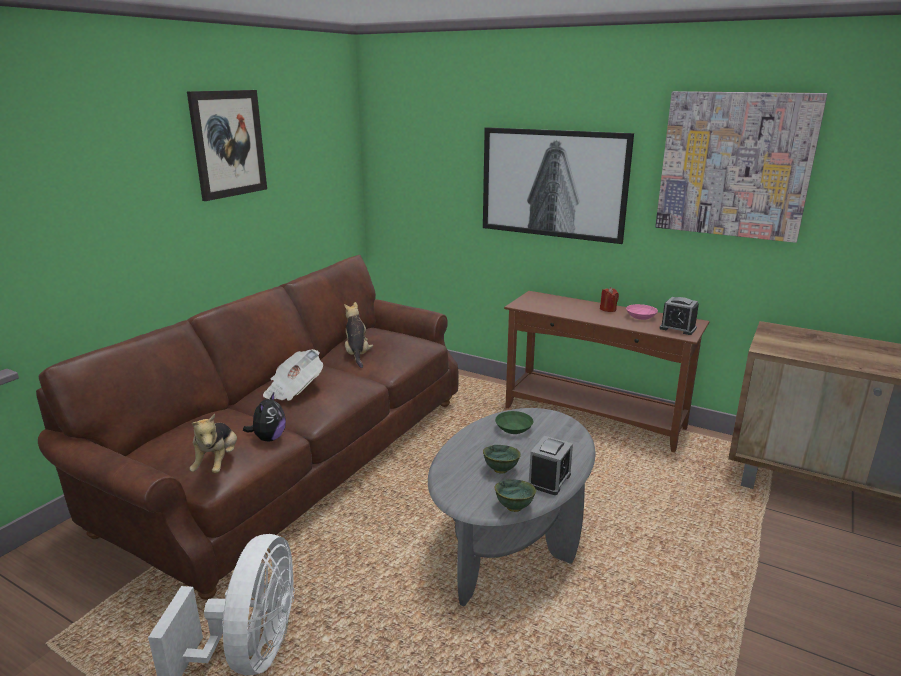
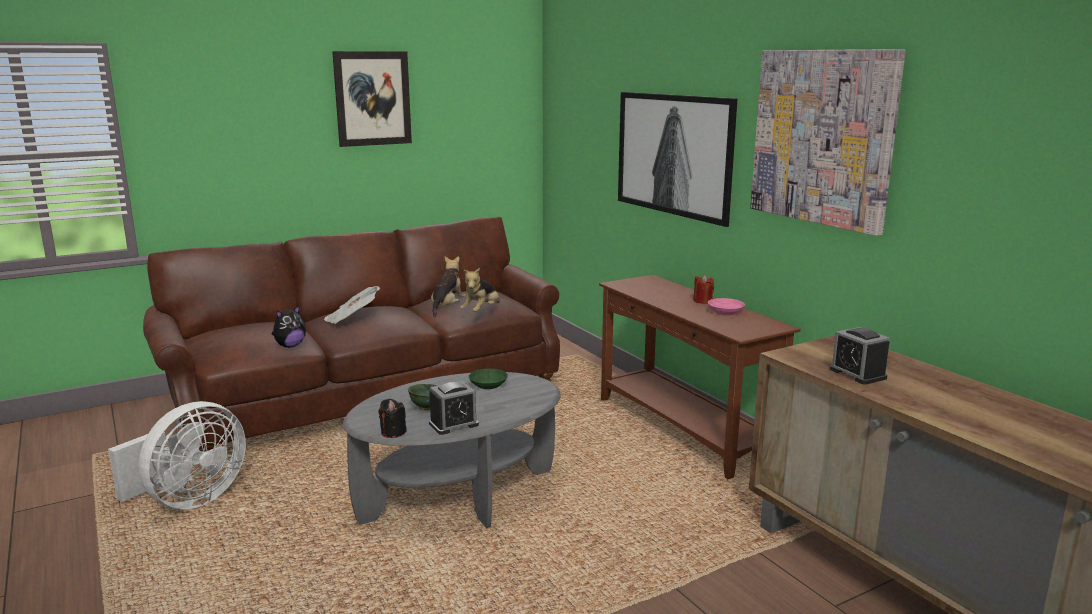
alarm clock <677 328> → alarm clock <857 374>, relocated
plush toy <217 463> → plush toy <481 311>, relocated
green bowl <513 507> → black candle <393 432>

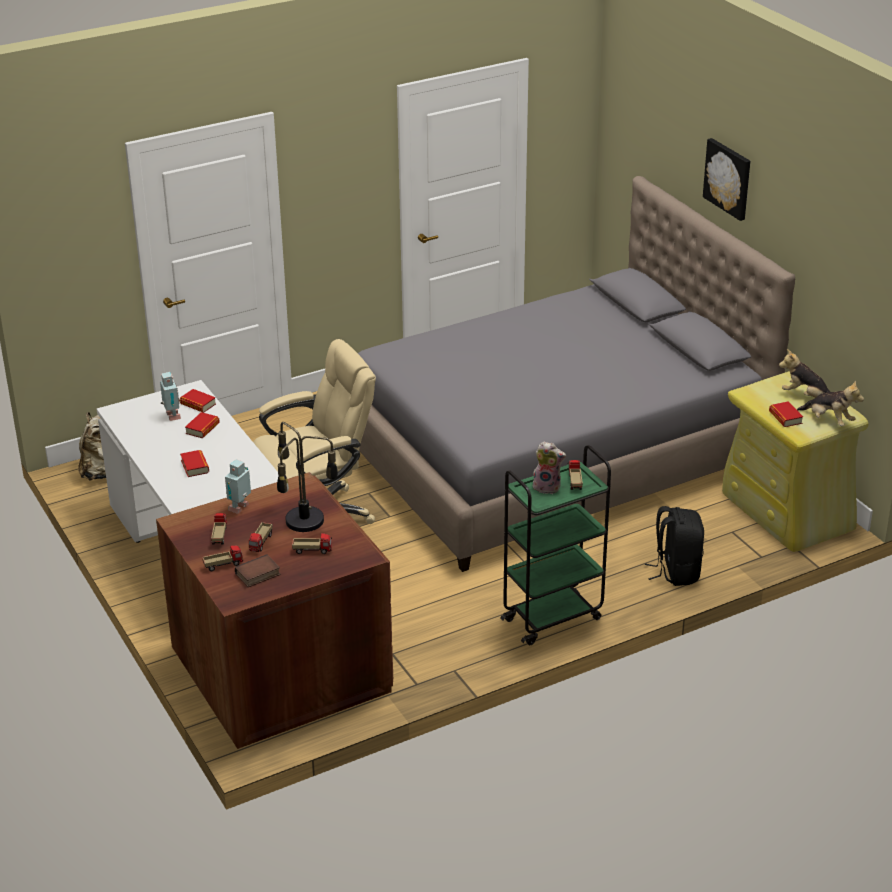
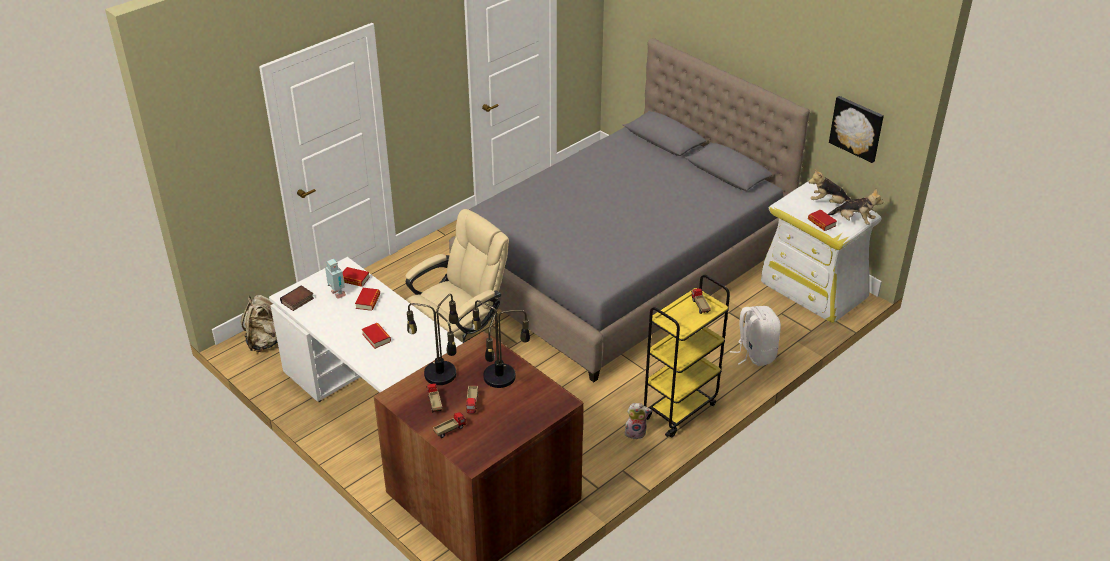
picture <728 178> → picture <857 128>, relocated
yellow nightstand <787 511> → white nightstand <813 290>
plush toy <547 487> → plush toy <636 432>, relocated
green cart <552 621> → yellow cart <680 413>
toy robot <240 508> → table lamp <441 374>
black backpack <676 572> → white backpack <754 354>
toy truck <312 550> → -
book <257 575> → book <297 301>, relocated

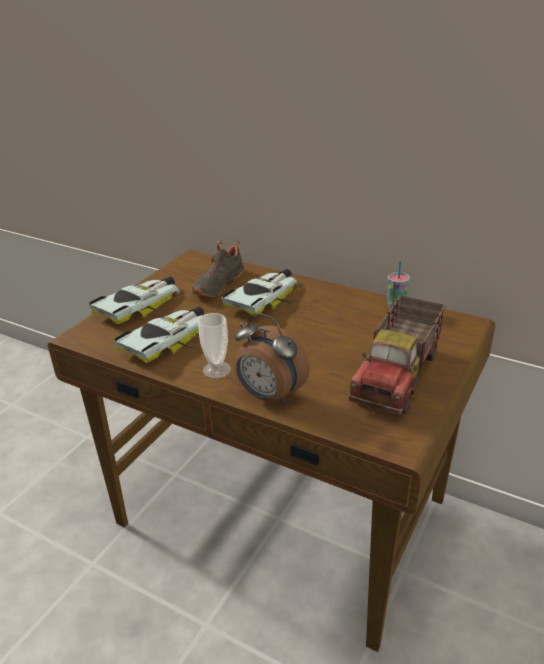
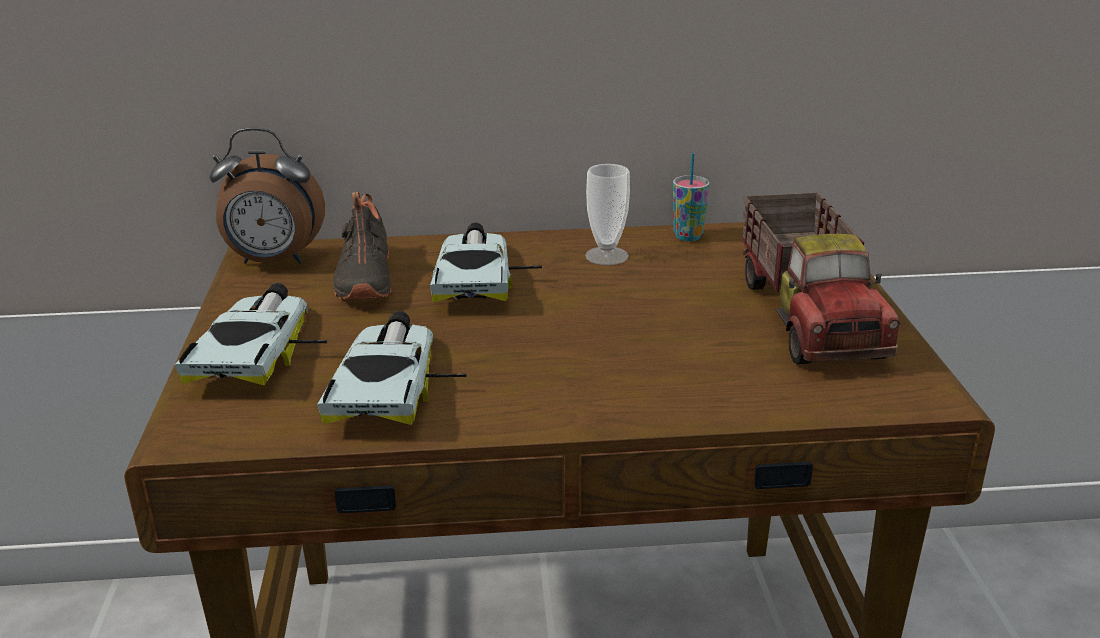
cup <216 370> → cup <606 256>, relocated
alarm clock <269 396> → alarm clock <273 262>, relocated

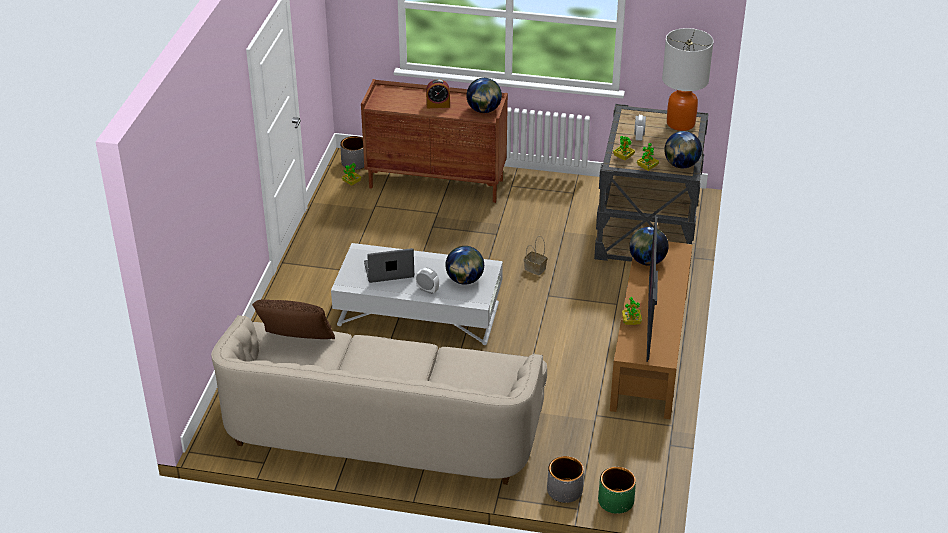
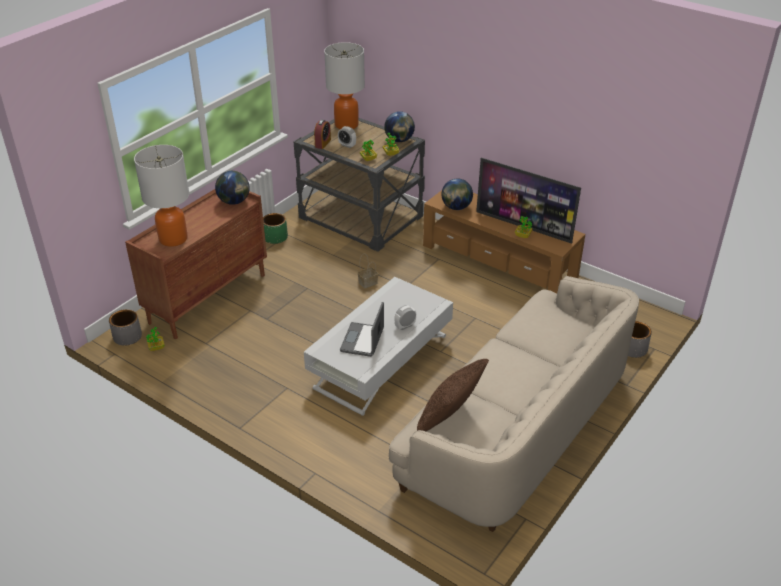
alarm clock <438 105> → alarm clock <323 143>, relocated
globe <465 280> → -
green planter <616 501> → green planter <275 237>, relocated
- → table lamp <173 239>

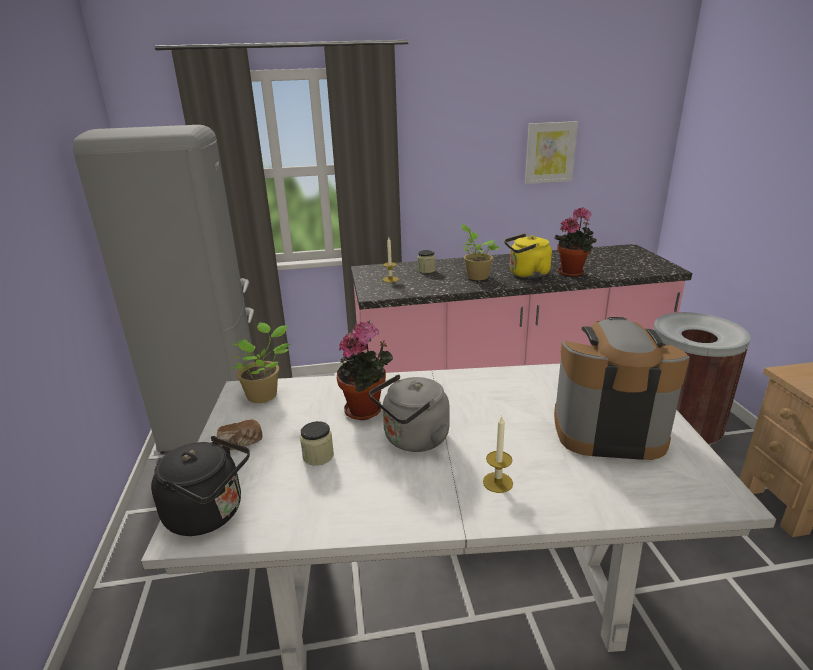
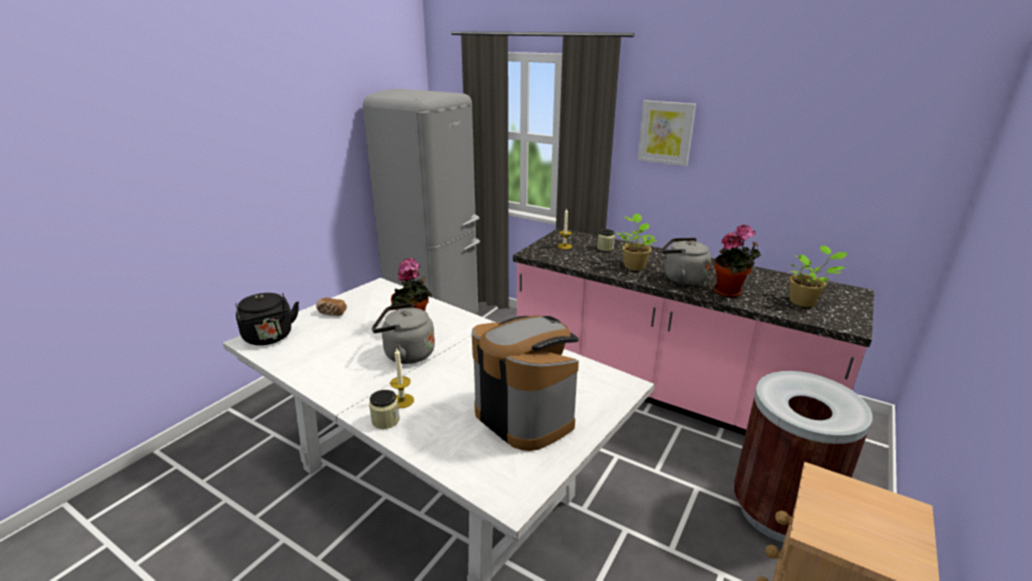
picture <550 152> → picture <666 132>, relocated
yellow kettle <526 274> → grey kettle <681 279>
potted plant <264 395> → potted plant <804 302>, relocated
jar <318 456> → jar <385 420>, relocated

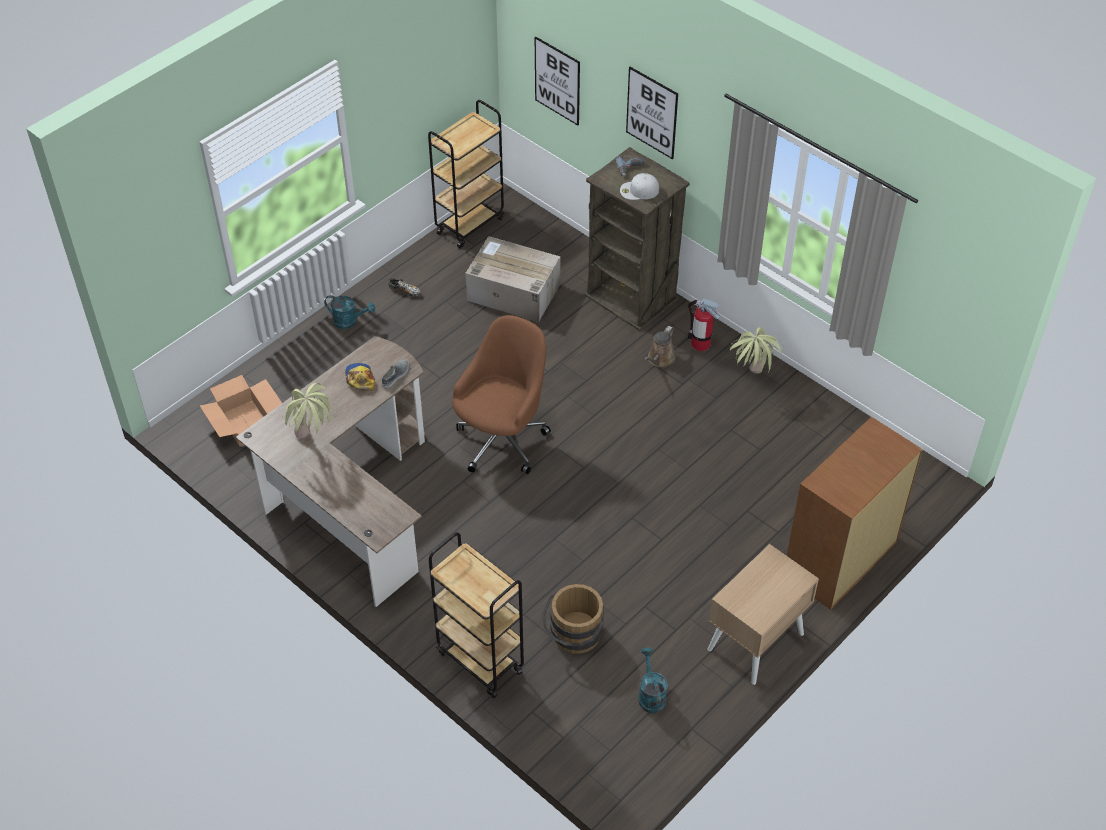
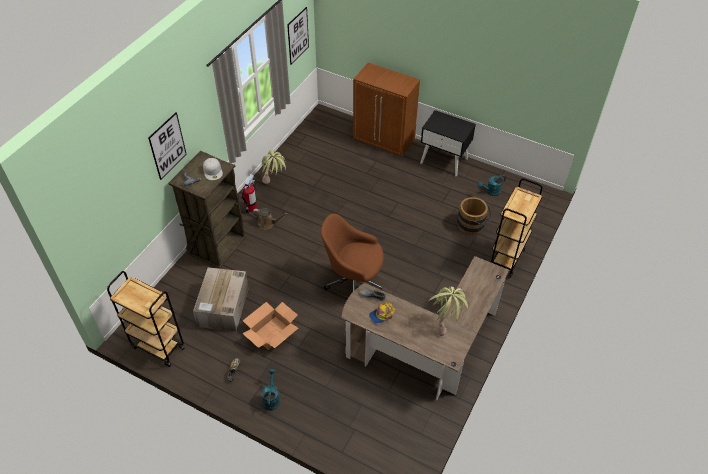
picture <557 81> → picture <298 36>, relocated
cardboard box <246 422> → cardboard box <271 333>, relocated
beige nightstand <755 642> → black nightstand <444 160>

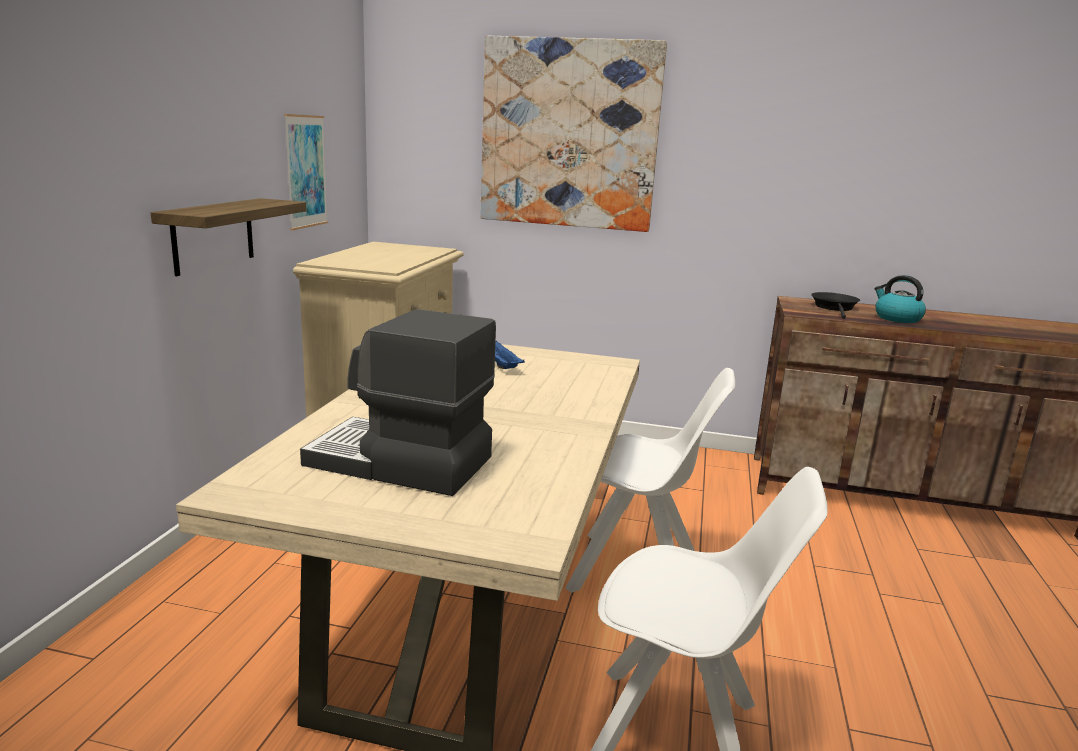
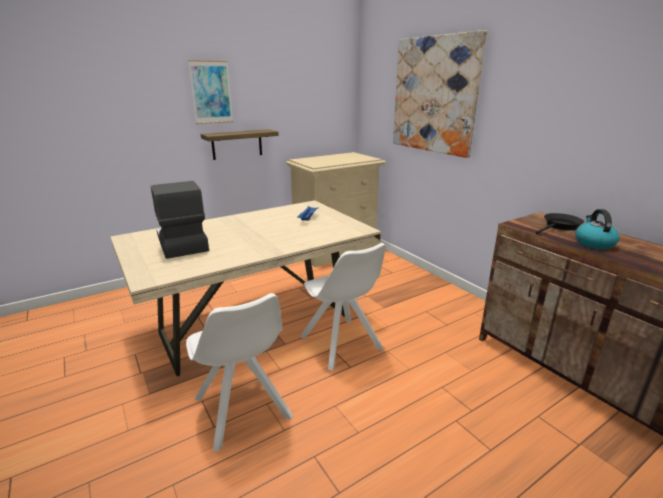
picture <306 171> → picture <211 92>, relocated

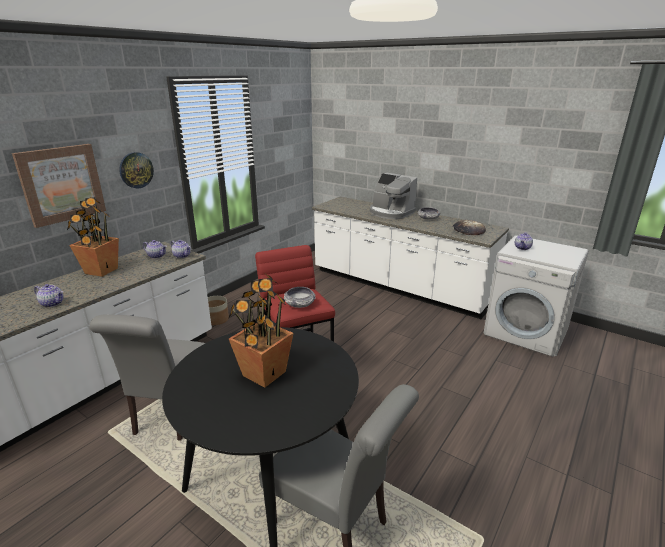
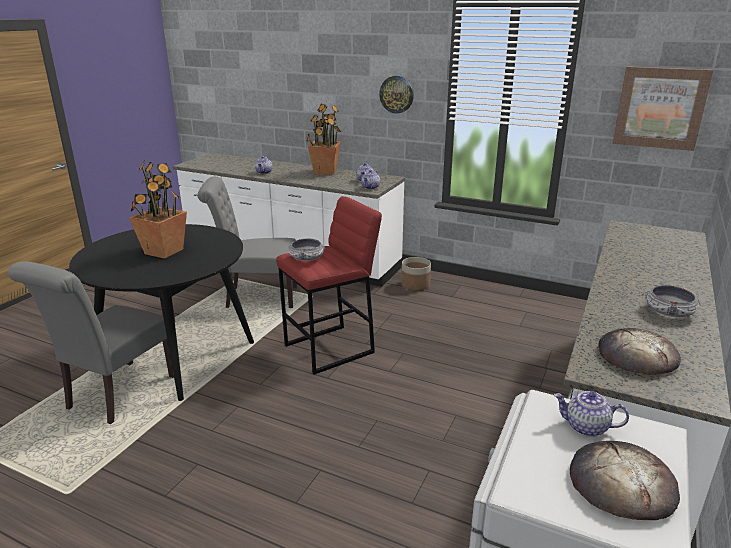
picture <61 184> → picture <660 108>, relocated
coffee machine <390 213> → -
- → bread <621 483>

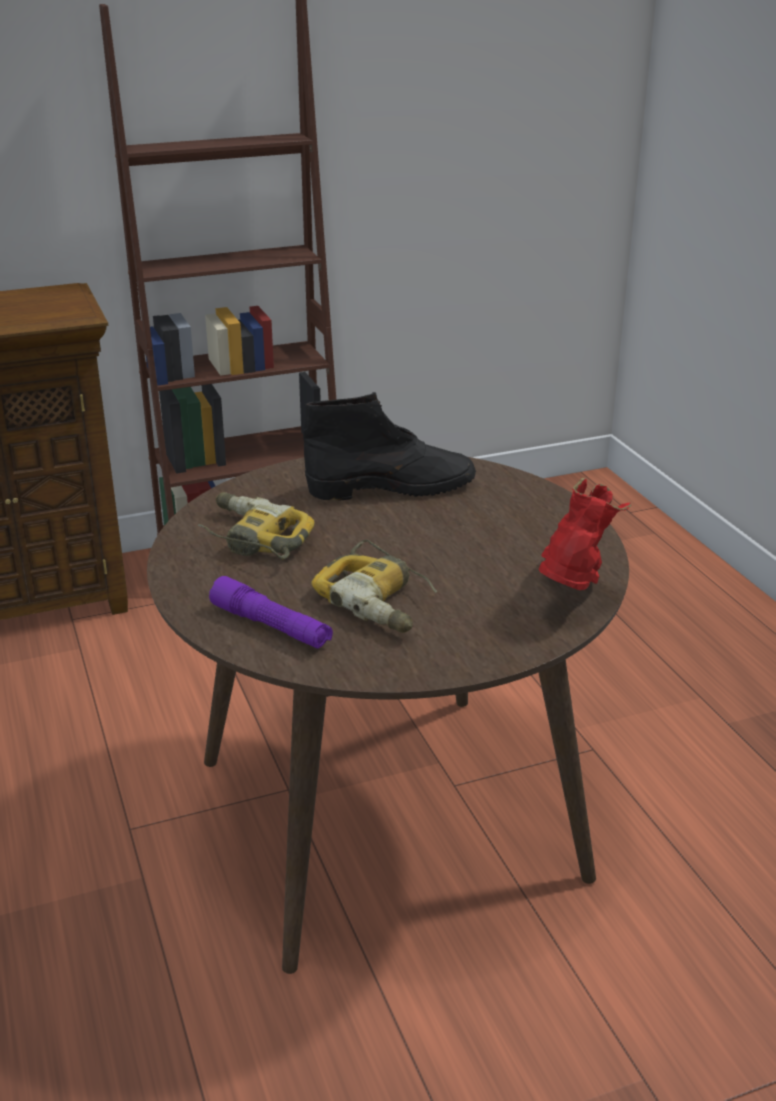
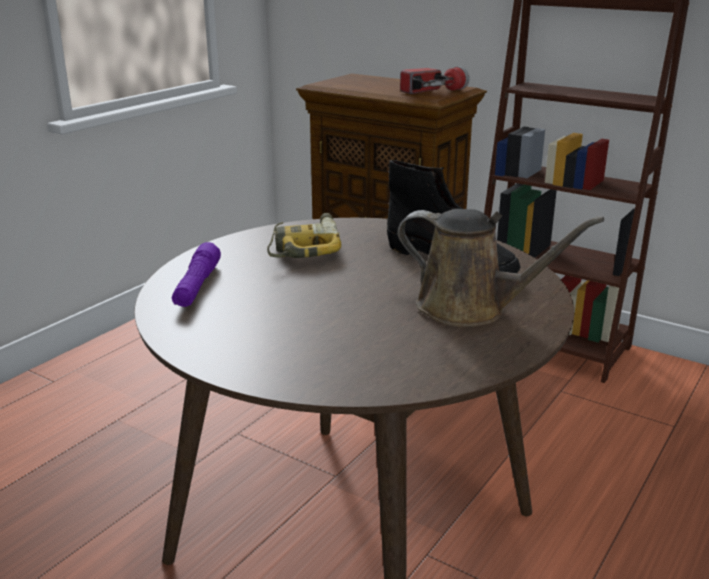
red boot <571 591> → -
power drill <380 600> → -
- → flashlight <434 91>
- → brown watering can <470 308>

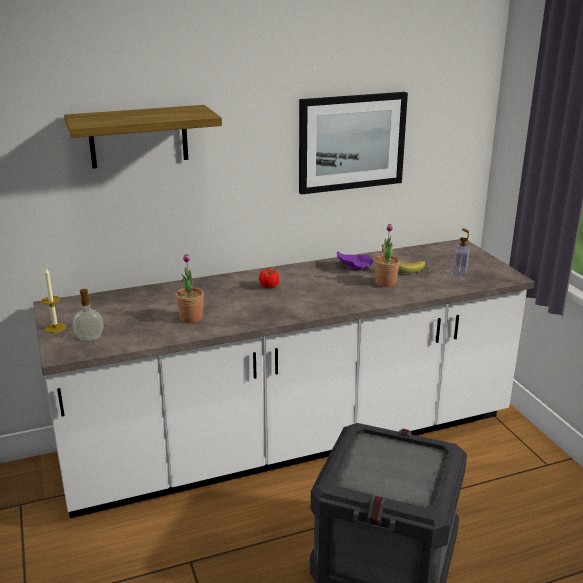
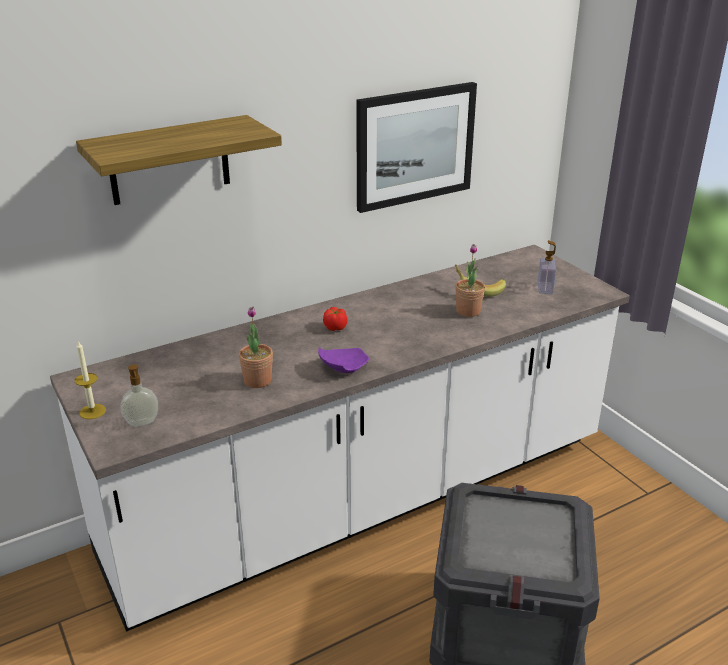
purple plate <353 266> → purple plate <342 367>, relocated

